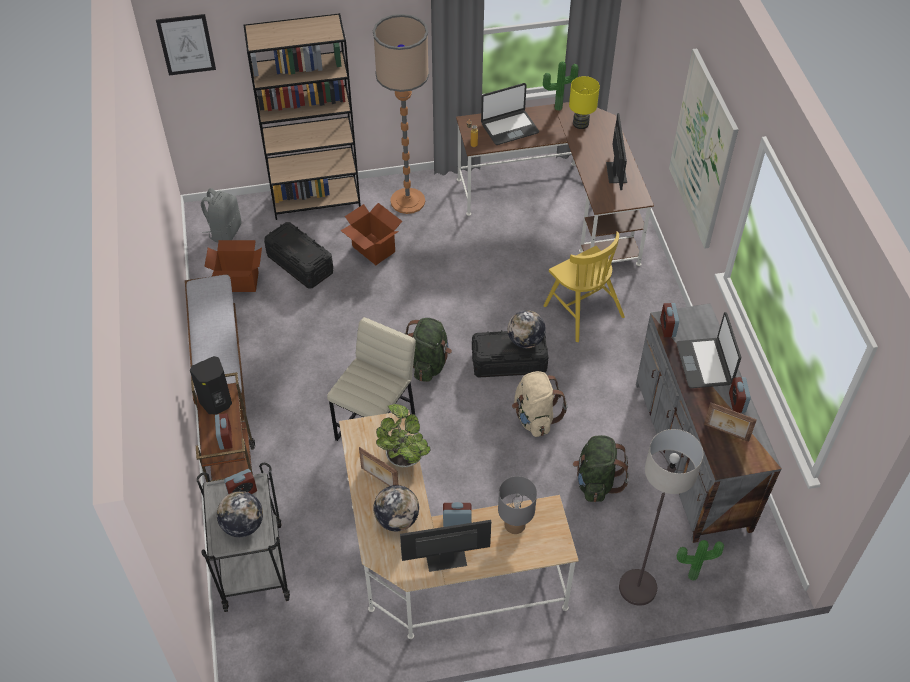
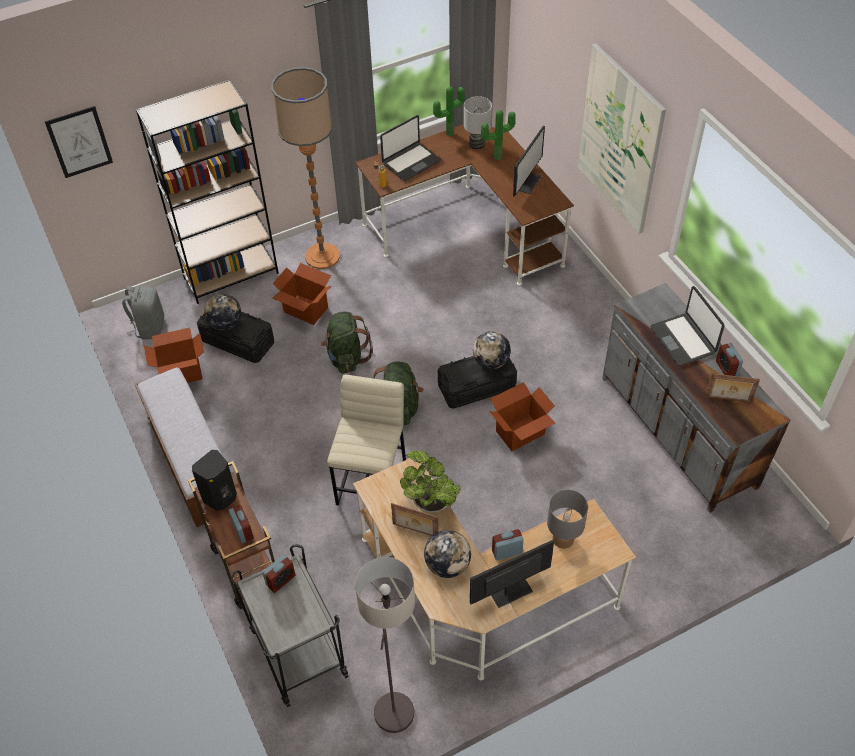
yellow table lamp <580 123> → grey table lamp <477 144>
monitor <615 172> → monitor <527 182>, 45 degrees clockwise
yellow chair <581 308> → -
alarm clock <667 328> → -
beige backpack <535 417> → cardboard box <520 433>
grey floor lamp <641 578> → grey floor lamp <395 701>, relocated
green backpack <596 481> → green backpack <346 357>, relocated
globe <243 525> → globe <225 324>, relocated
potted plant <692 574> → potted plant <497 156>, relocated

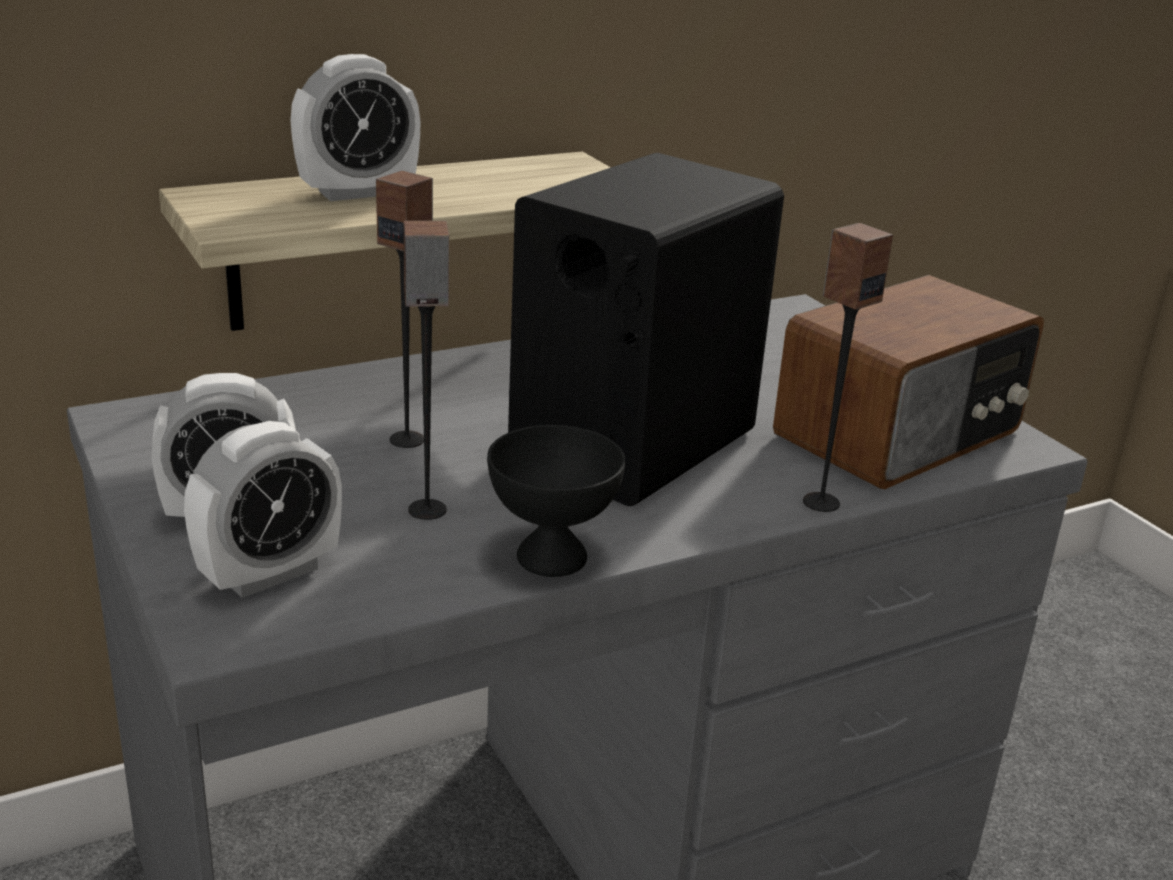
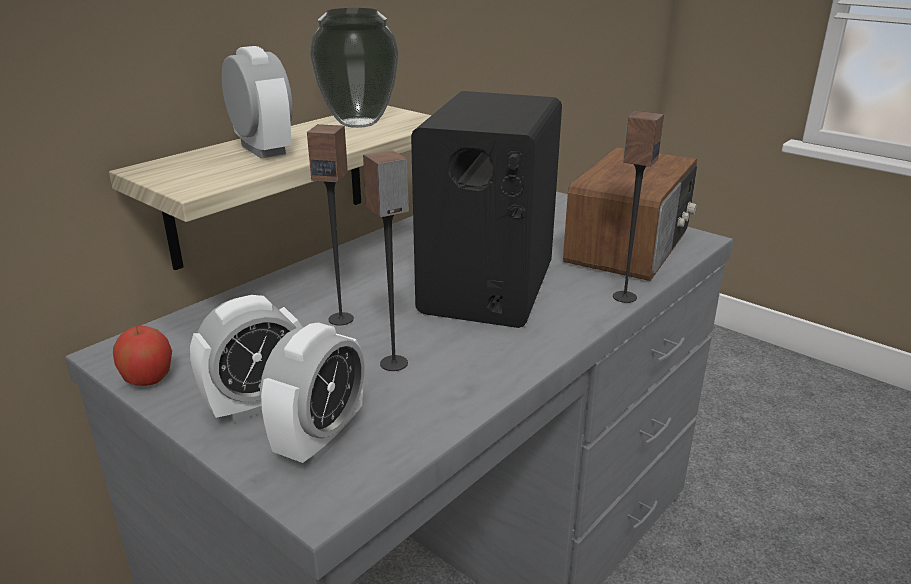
alarm clock <358 192> → alarm clock <263 150>, 75 degrees counterclockwise
black bowl <549 558> → -
- → vase <359 123>
- → apple <148 379>

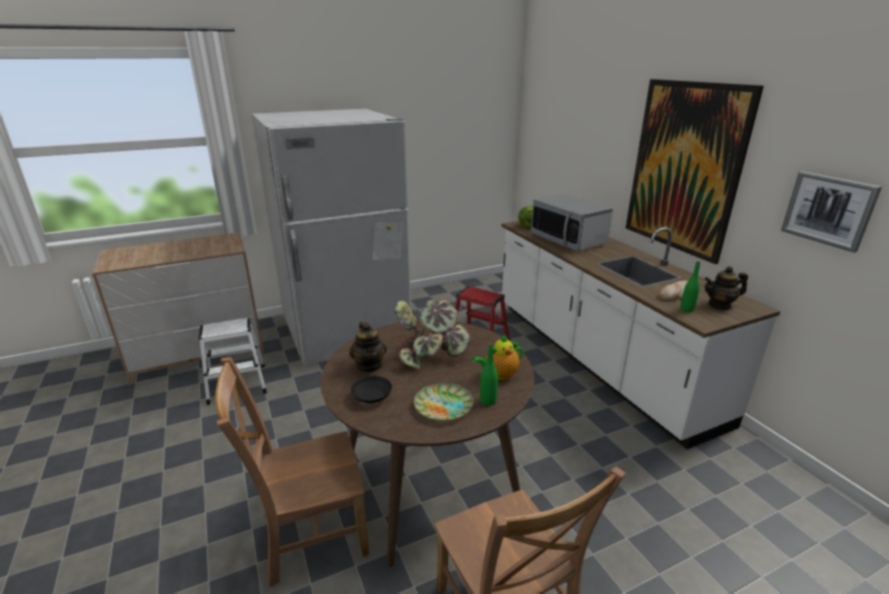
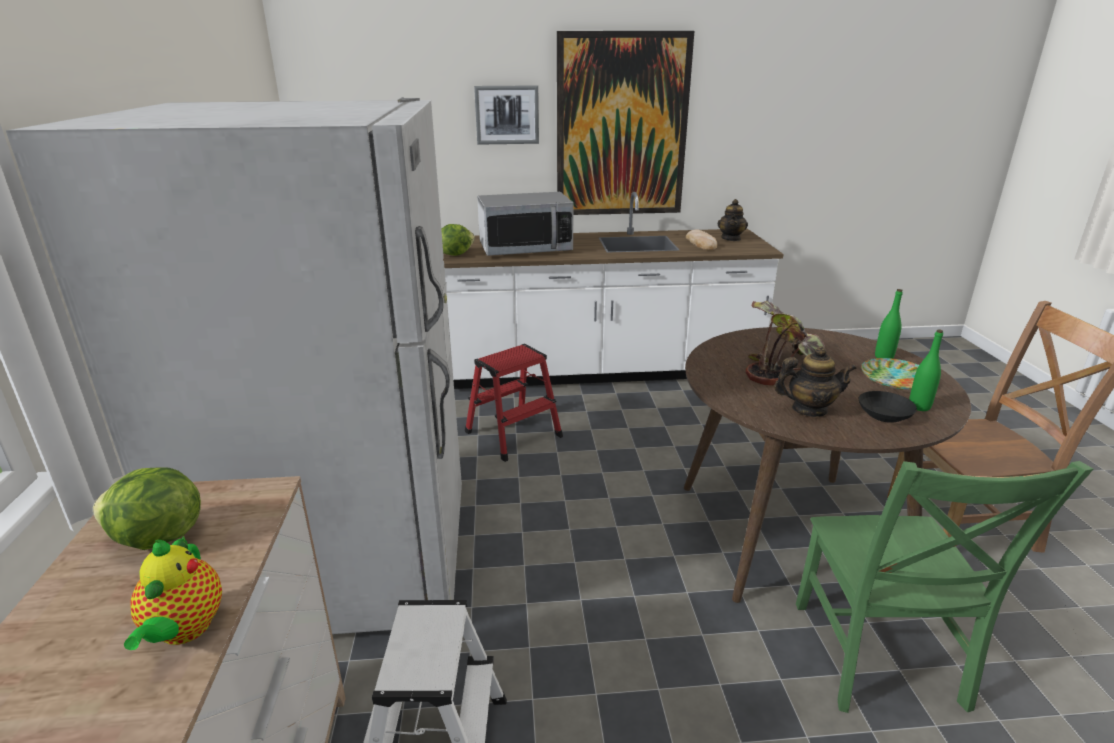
picture <828 210> → picture <507 115>, relocated
green bottle <687 309> → green bottle <919 406>, relocated
teapot <499 375> → teapot <184 631>, relocated
brown chair <309 535> → green chair <878 659>
- → lettuce <157 539>

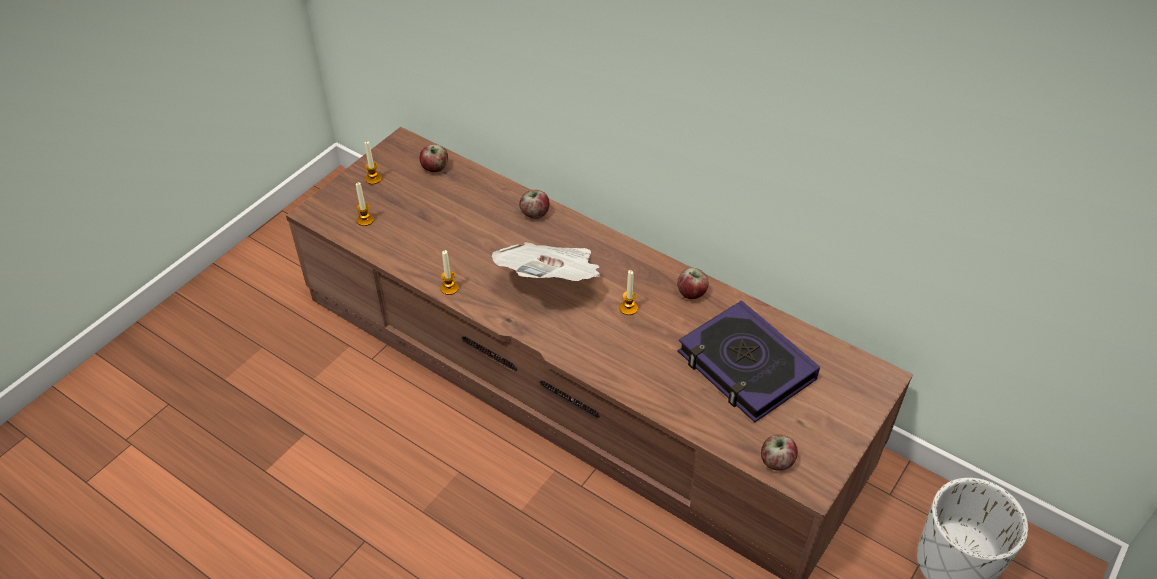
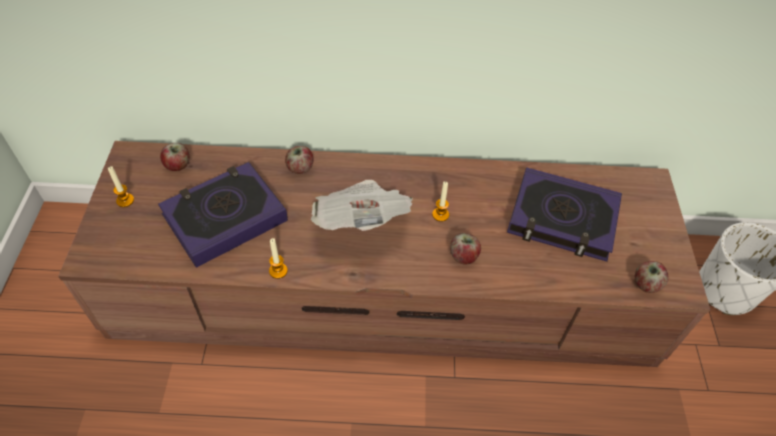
candle <365 220> → -
apple <691 293> → apple <463 256>, relocated
- → book <225 217>

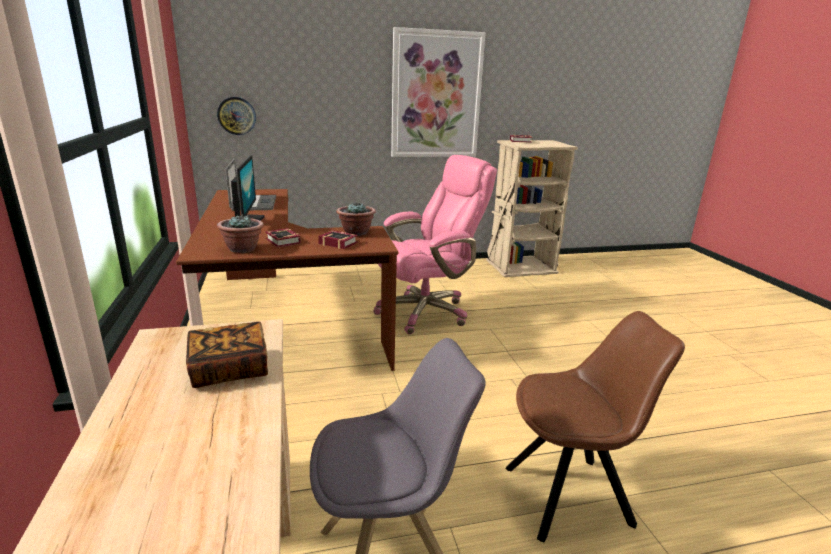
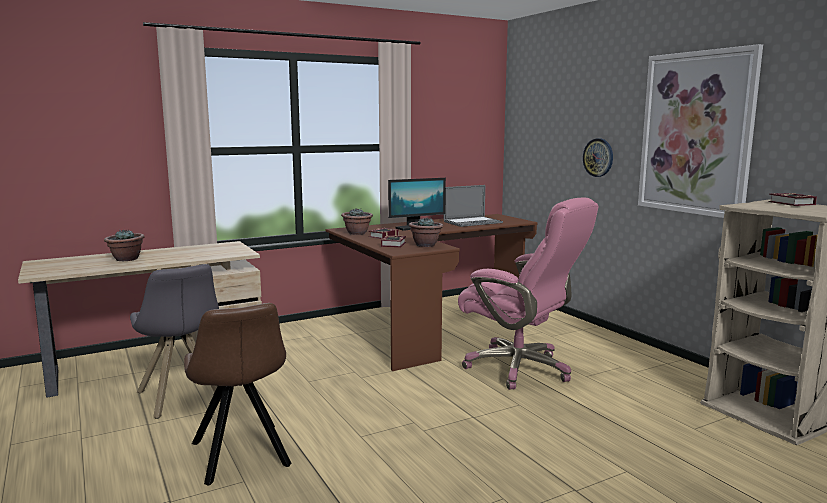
wall clock <236 116> → wall clock <598 157>, relocated
book <230 369> → -
- → potted plant <126 259>

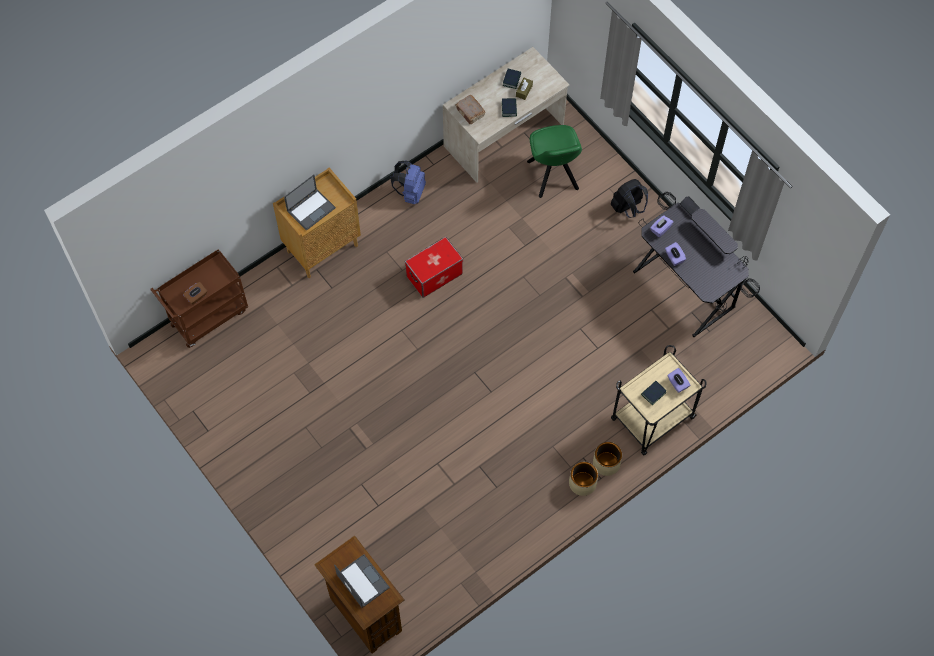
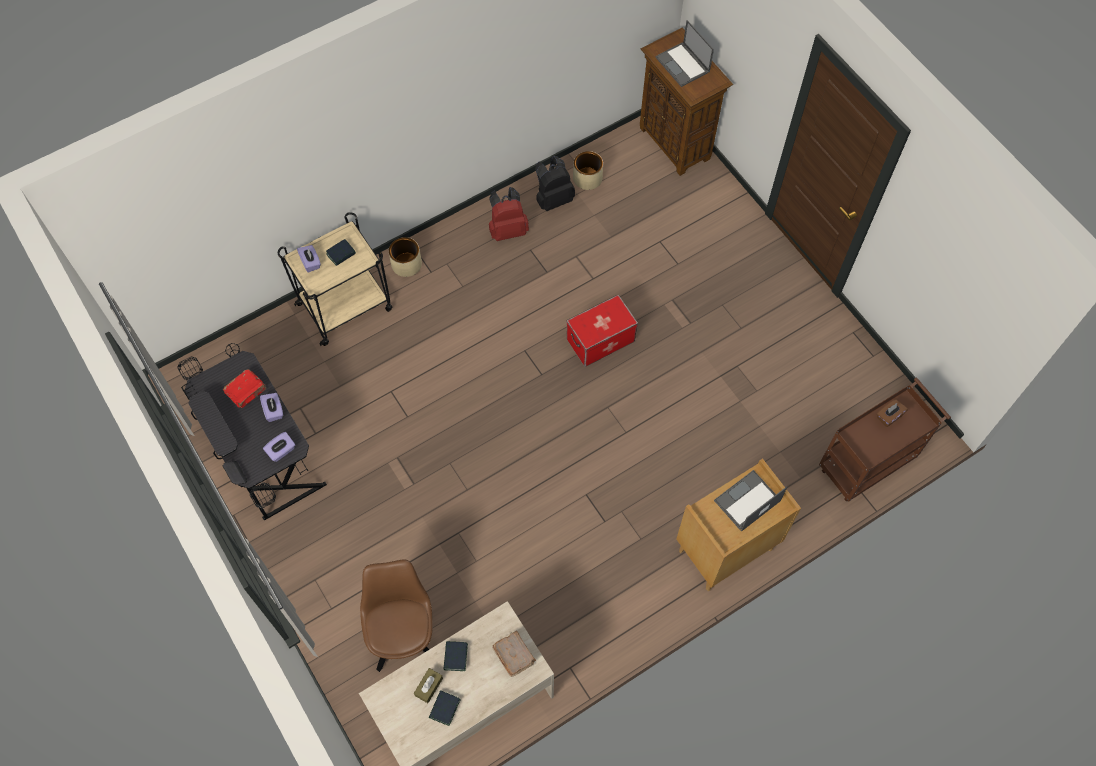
green chair <553 175> → brown chair <404 635>
blue backpack <410 192> → -
black backpack <628 208> → black backpack <553 199>, relocated
storage box <434 275> → storage box <600 339>, relocated
beige planter <582 483> → beige planter <587 179>, relocated
- → red backpack <508 229>
- → red book <246 391>

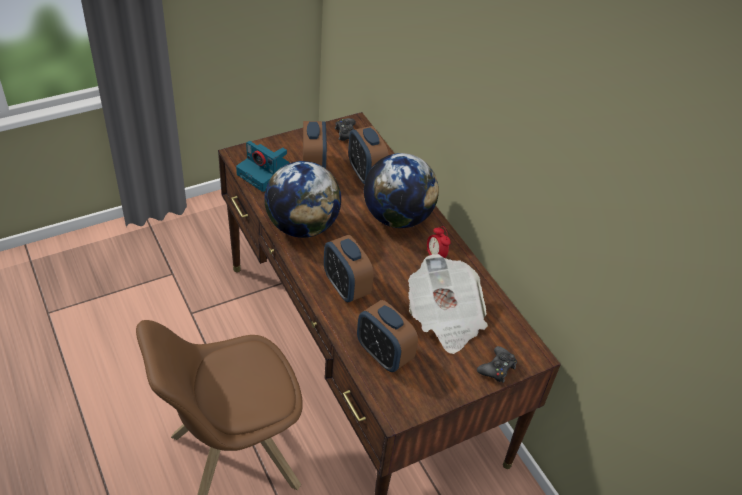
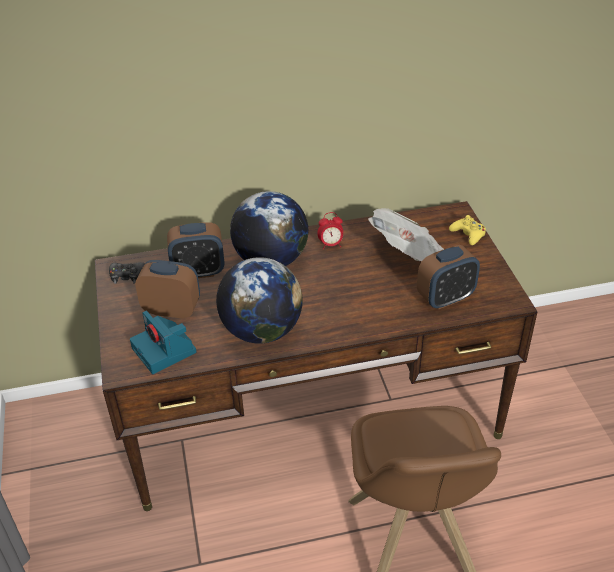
photo camera <265 173> → photo camera <165 351>, 90 degrees clockwise
alarm clock <346 287> → -
black game controller <497 368> → yellow game controller <468 234>

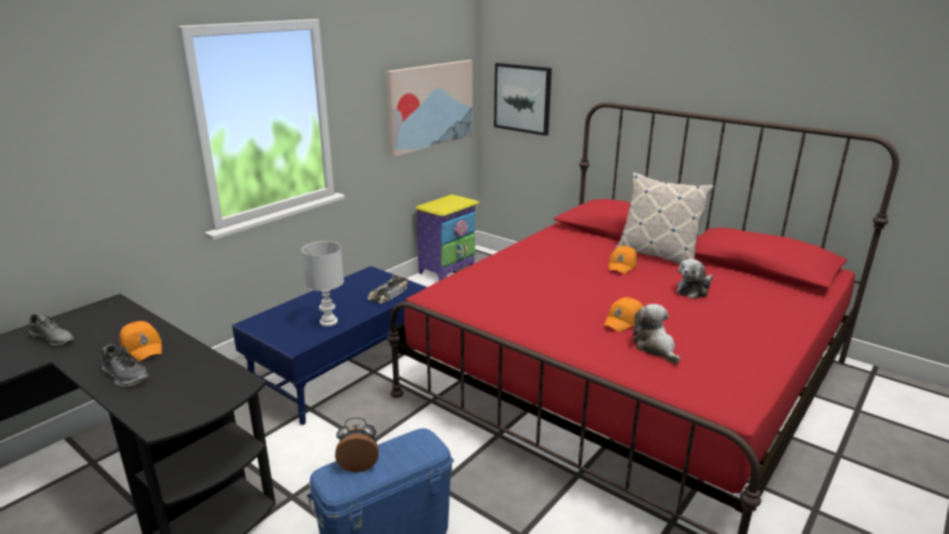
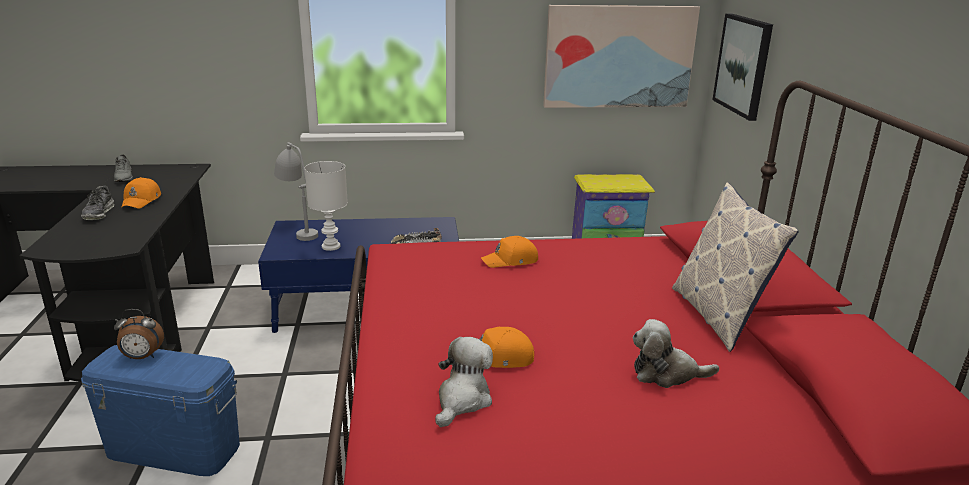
orange cap <622 265> → orange cap <511 261>, relocated
alarm clock <359 464> → alarm clock <142 357>, 135 degrees clockwise
- → grey table lamp <298 228>

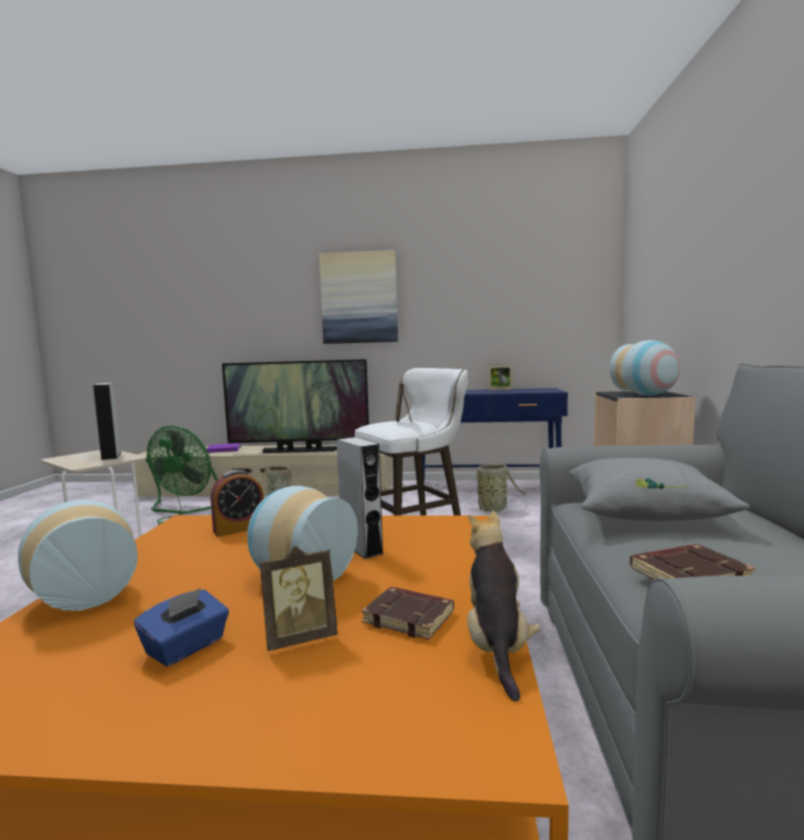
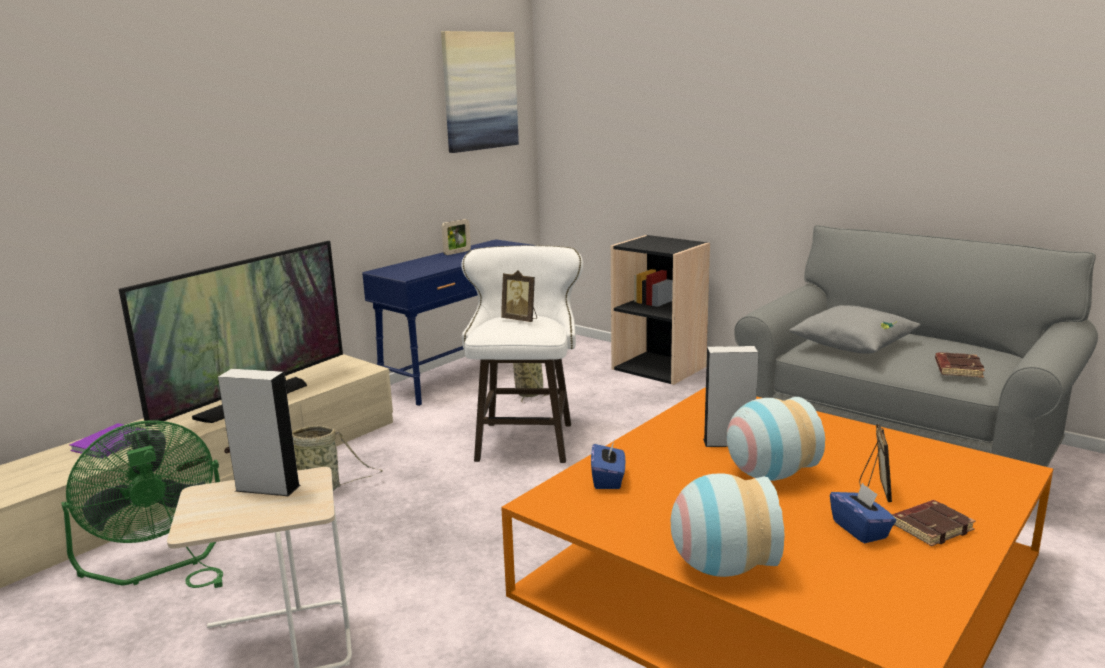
picture <359 298> → picture <479 91>, relocated
vase <646 395> → -
alarm clock <239 528> → blue tissue box <608 480>
plush toy <497 645> → -
brown book <410 617> → brown book <931 527>, relocated

